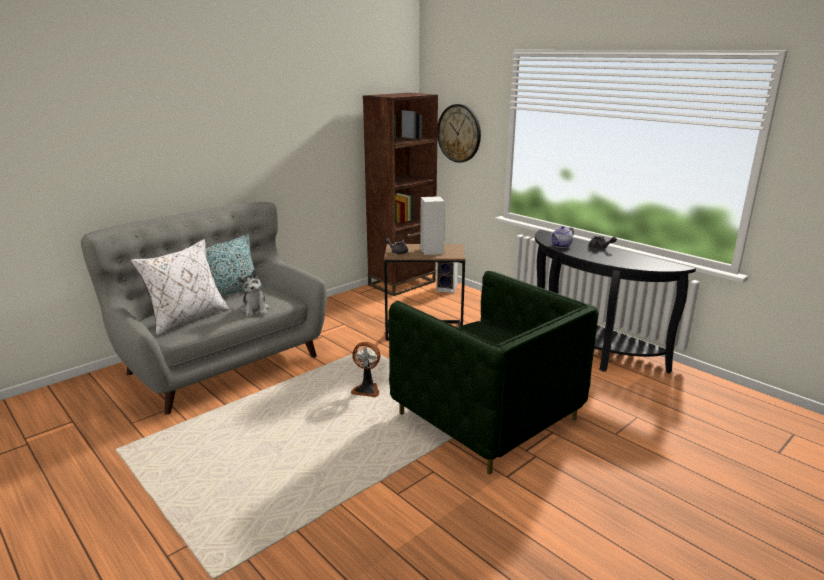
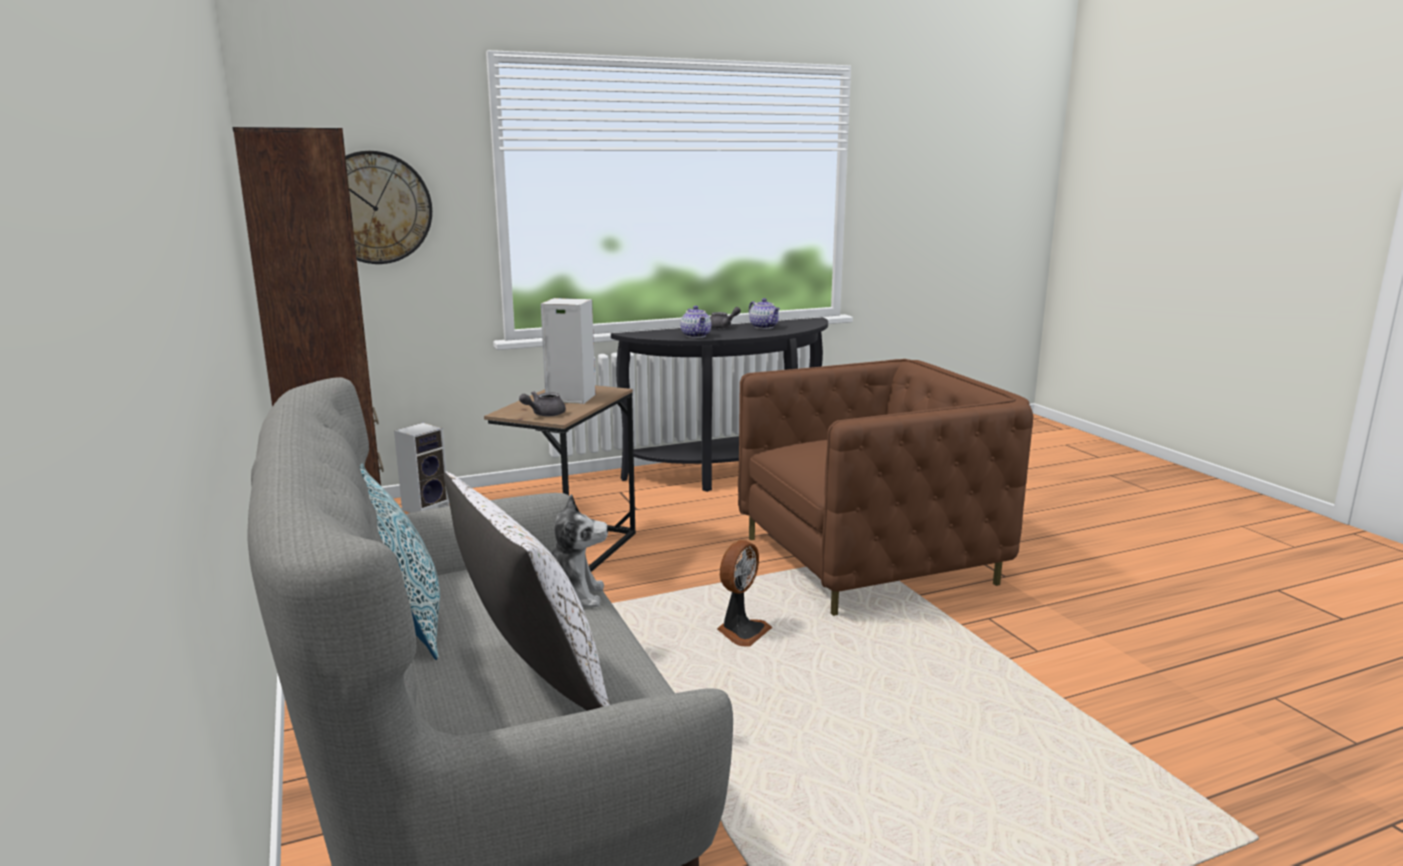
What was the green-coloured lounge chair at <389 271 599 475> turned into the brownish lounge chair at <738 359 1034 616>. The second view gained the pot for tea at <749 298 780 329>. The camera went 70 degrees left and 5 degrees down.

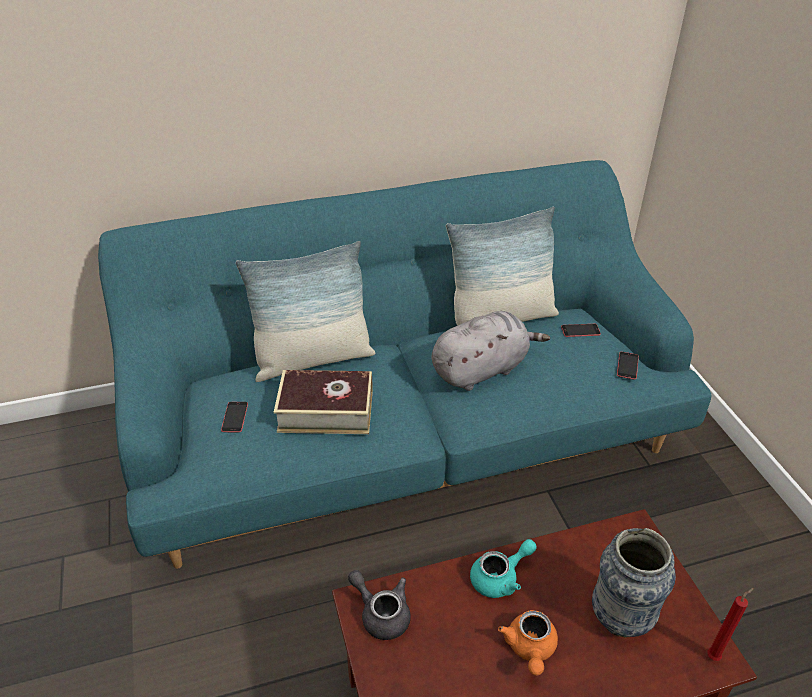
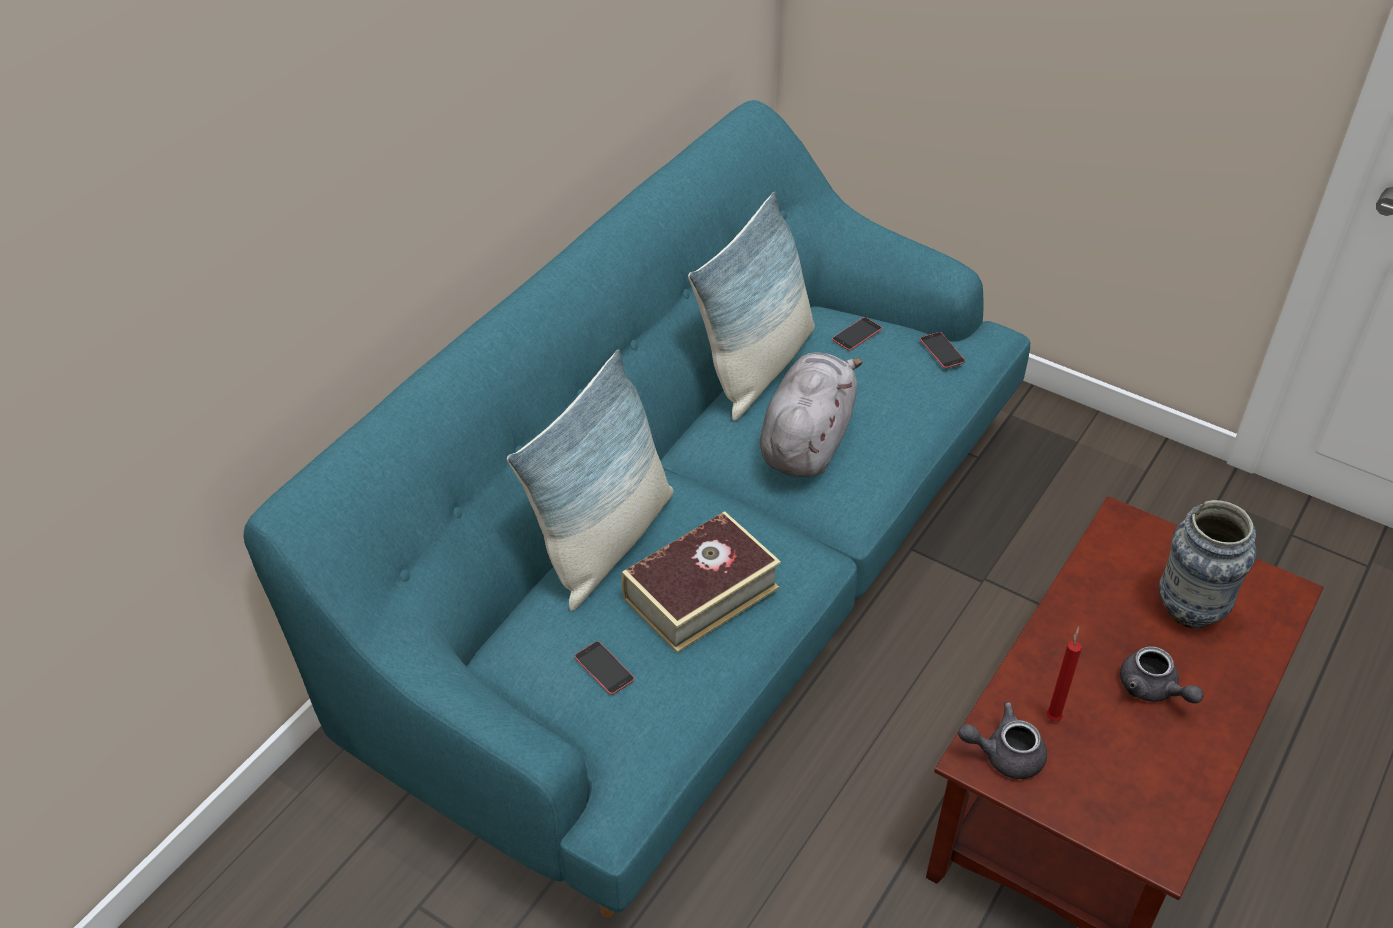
The second view lost the turquoise pot for tea at <470 539 537 598>. The reddish wax light ended up elsewhere, having gone from <707 588 754 661> to <1046 626 1082 721>. What was the orange-coloured pot for tea at <498 610 558 676> turned into the gray pot for tea at <1120 646 1204 703>. The camera went 40 degrees left and 5 degrees up.

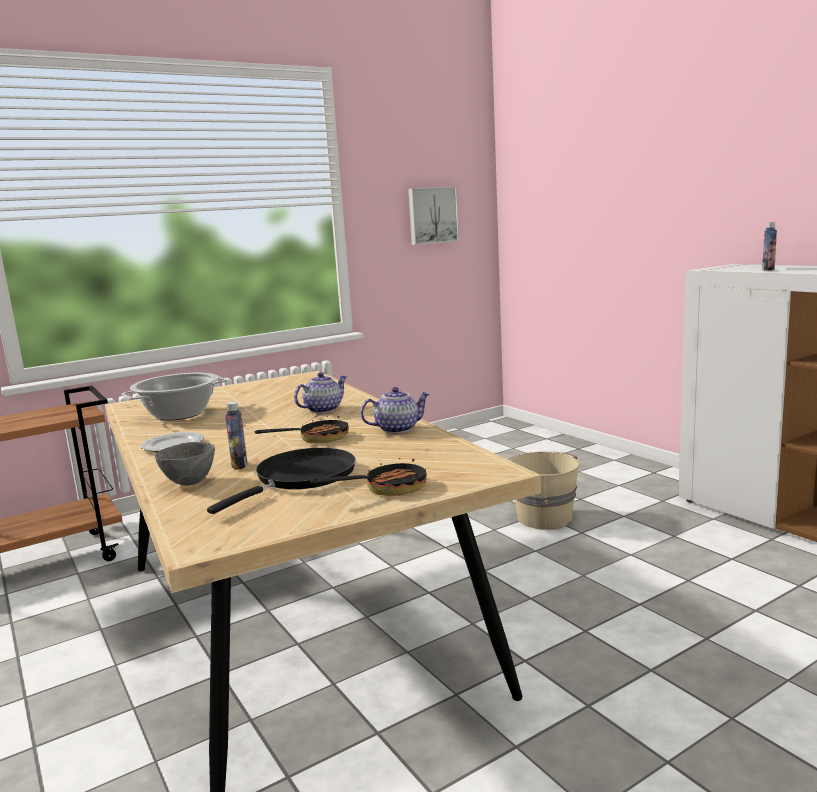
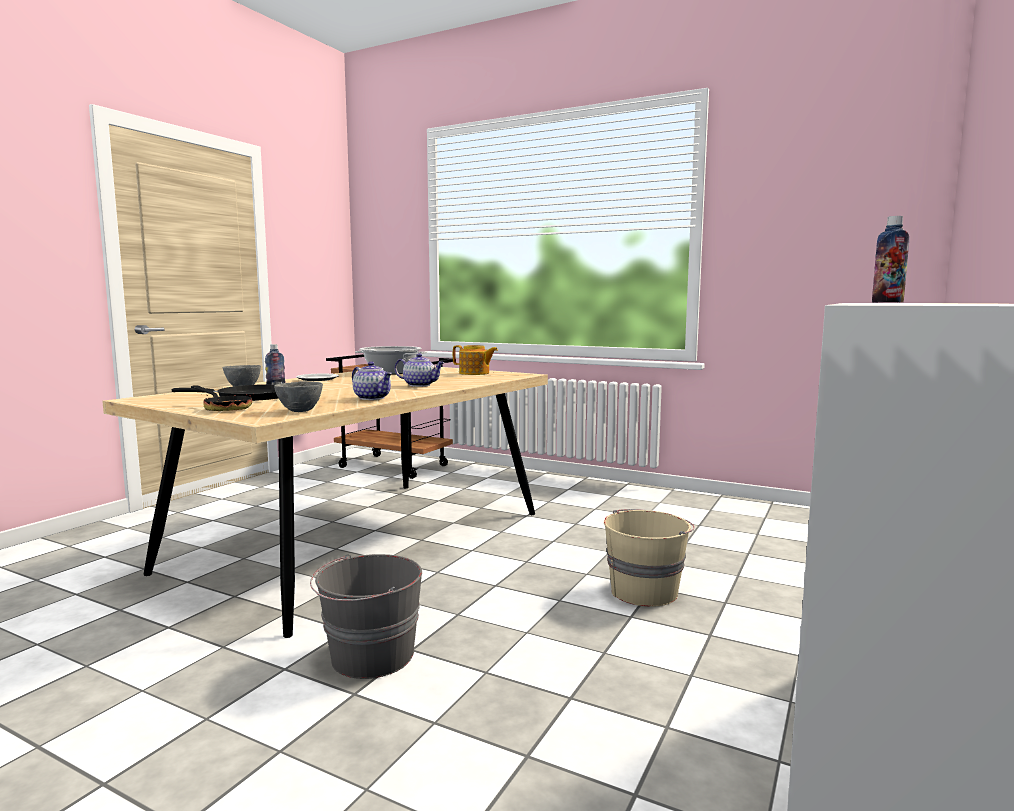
The second view lost the wall art at <408 186 459 245>. The second view lost the frying pan at <255 416 349 443>. The second view gained the pot for tea at <453 345 498 375>. The second view gained the gray deep dish at <274 381 323 412>. The second view gained the gray water bucket at <310 554 422 679>. The camera went 60 degrees right and 5 degrees down.

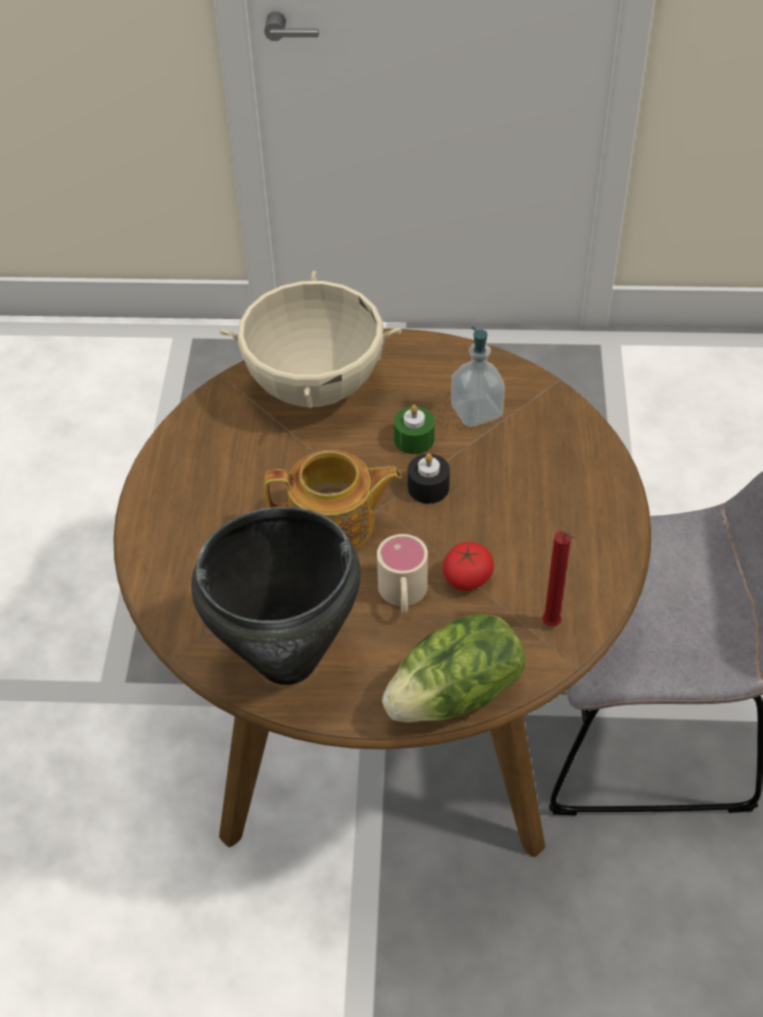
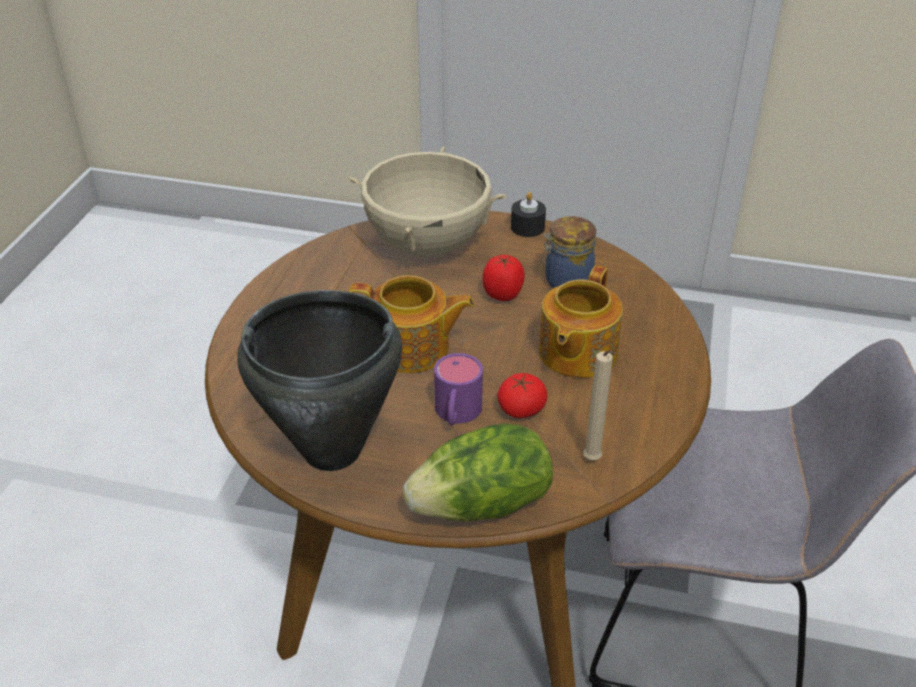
Where the liquid soap bottle stood at <451 327 505 427>, the preserve jar came to stand at <541 216 596 288>. Where the green-coloured wax light stood at <394 405 435 454>, the fresh tomato came to stand at <482 255 525 301>. The black wax light ended up elsewhere, having gone from <408 453 450 504> to <511 192 546 237>. What was the reddish wax light at <542 531 576 627> turned into the sand-coloured wax light at <583 350 616 460>. What was the sand-coloured coffee mug at <377 534 428 613> turned into the purplish coffee mug at <434 353 483 426>. The second view gained the pot for tea at <539 265 623 378>. The camera went 10 degrees right and 10 degrees down.

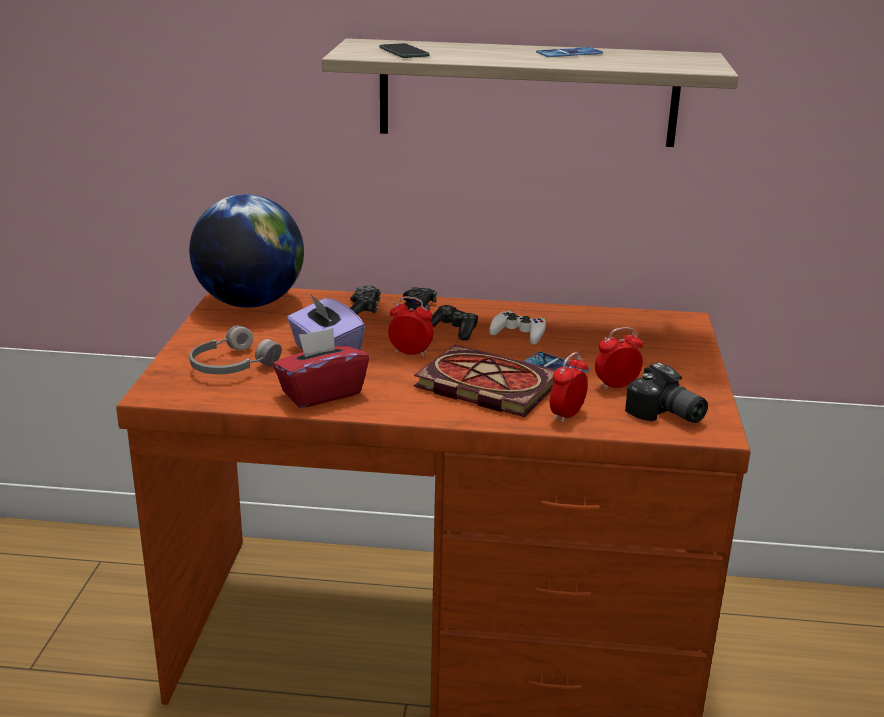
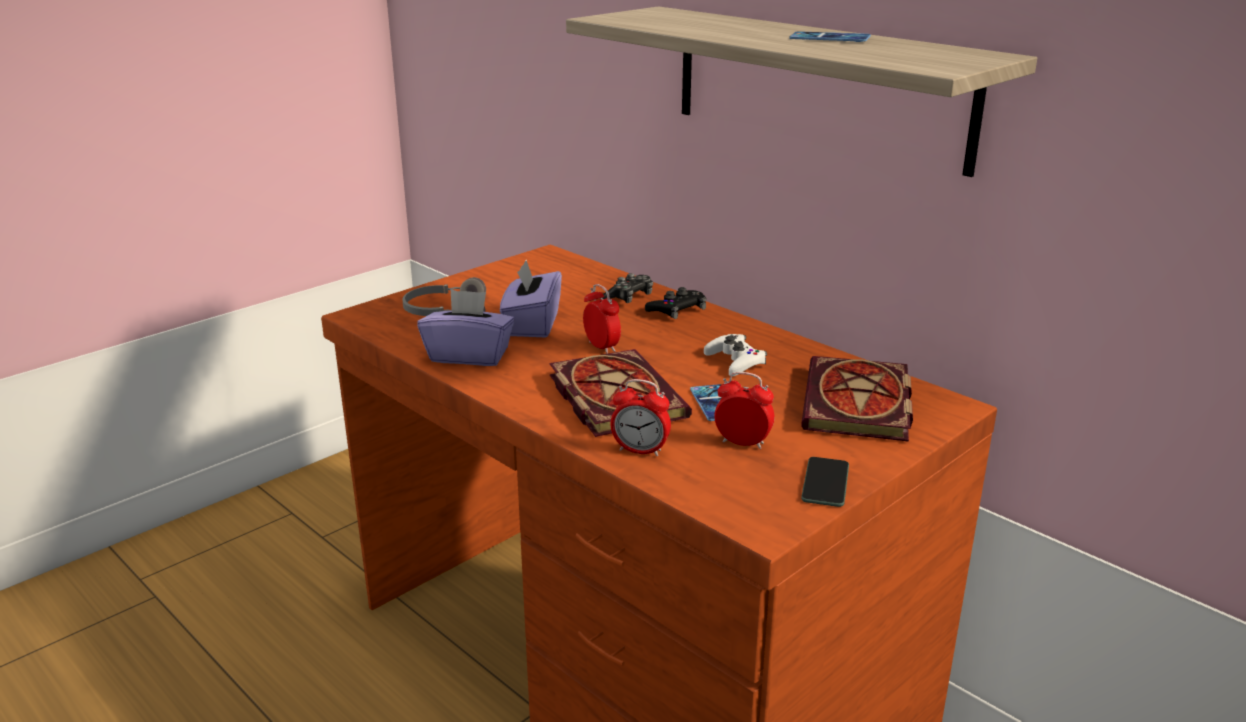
The phone ended up elsewhere, having gone from <379 43 430 58> to <801 457 849 507>. The second view lost the desk globe at <189 194 304 308>. The second view lost the gamepad at <431 305 478 341>. What was the reddish tissue box at <273 328 369 408> turned into the purplish tissue box at <417 289 515 366>. The bedside clock at <550 352 588 423> ended up facing another way, 150 degrees counterclockwise from before. The second view lost the still camera at <625 363 708 423>. The second view gained the bound book at <801 356 913 442>. The camera went 40 degrees right and 0 degrees up.

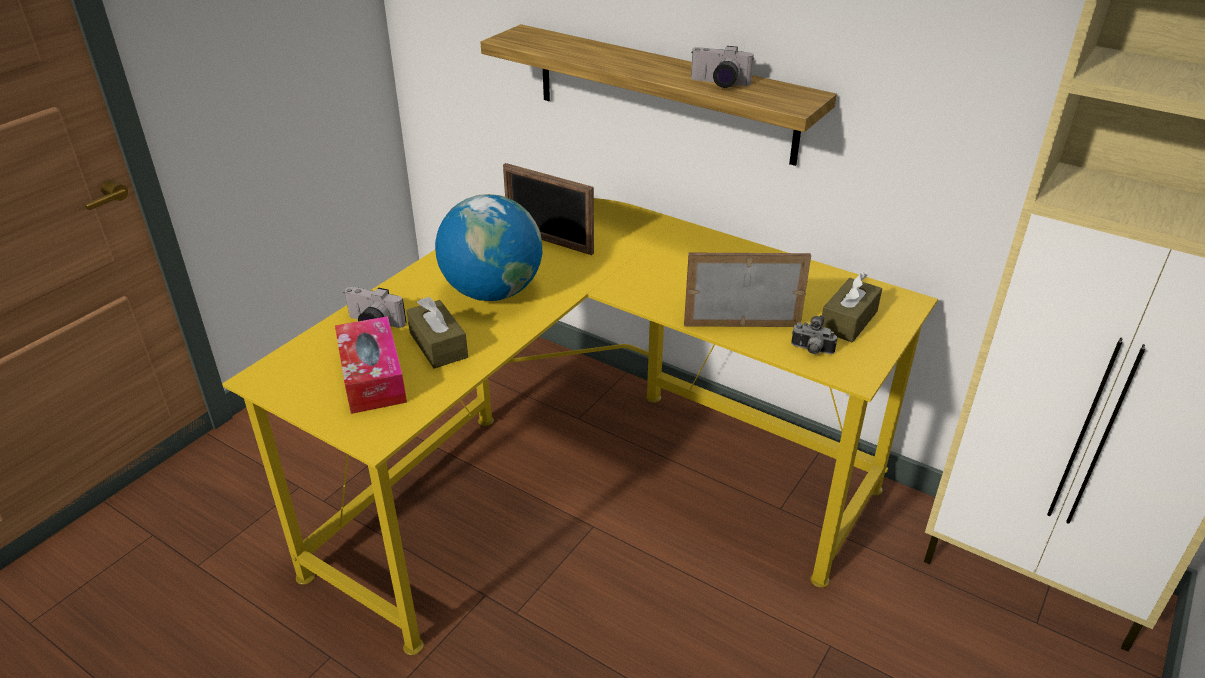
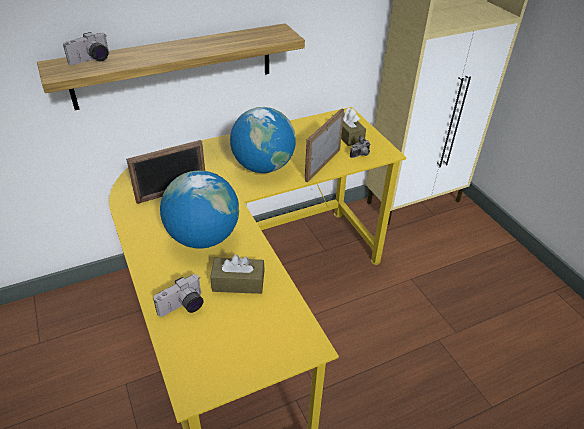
The still camera ended up elsewhere, having gone from <691 46 754 88> to <63 32 109 65>. The second view lost the tissue box at <335 316 407 414>. The second view gained the desk globe at <230 107 296 173>. The camera went 60 degrees left and 5 degrees up.

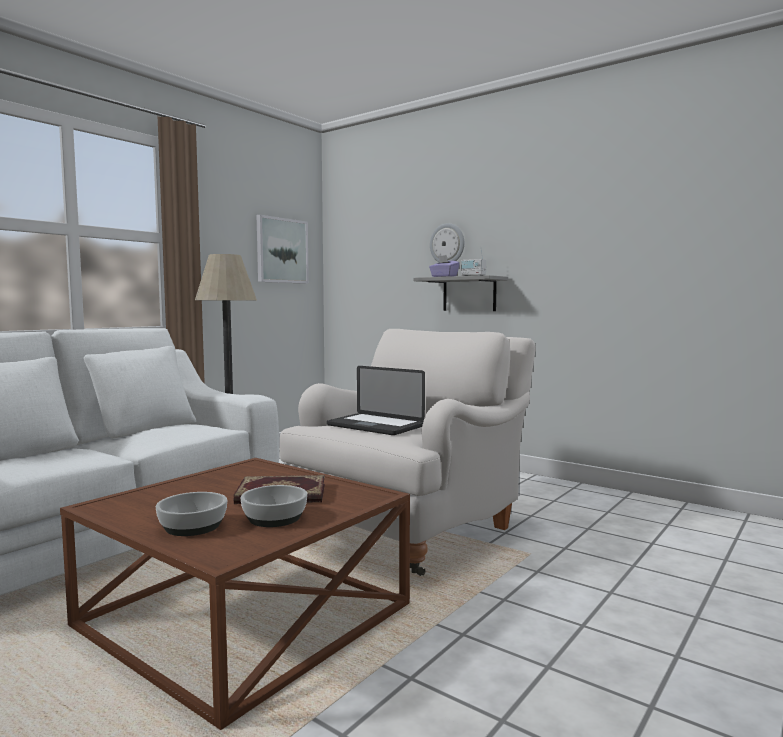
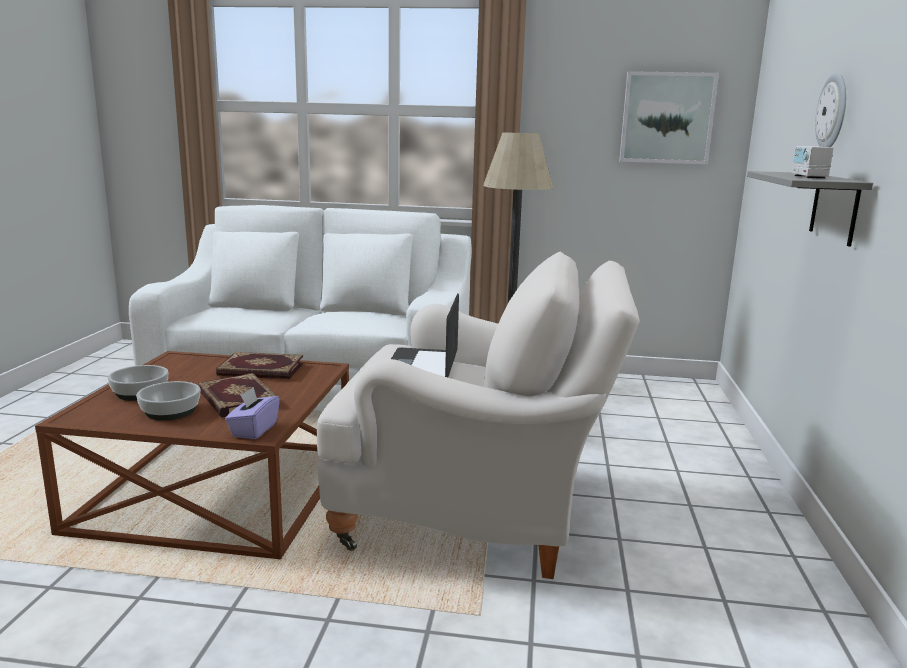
The purplish tissue box ended up elsewhere, having gone from <429 255 460 277> to <225 387 280 439>. The second view gained the bound book at <216 352 304 379>. The camera went 60 degrees right and 10 degrees up.

